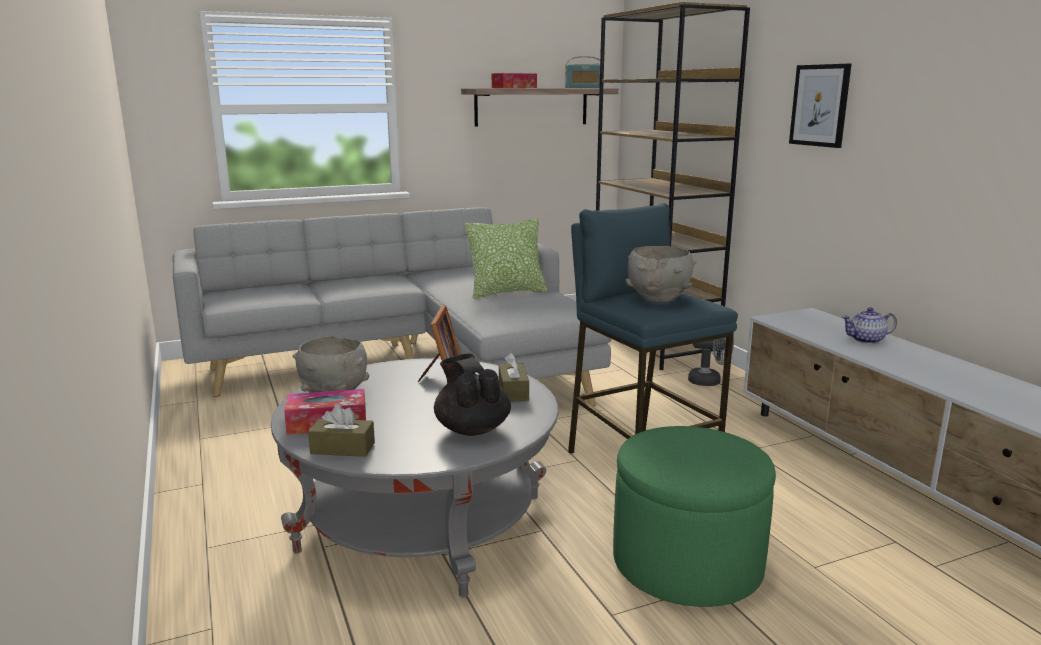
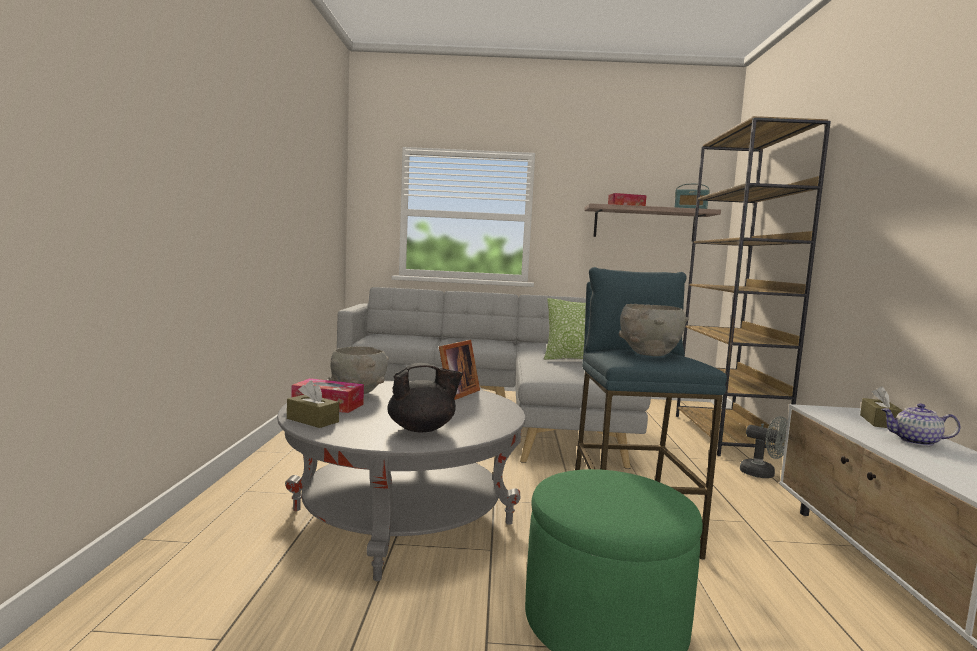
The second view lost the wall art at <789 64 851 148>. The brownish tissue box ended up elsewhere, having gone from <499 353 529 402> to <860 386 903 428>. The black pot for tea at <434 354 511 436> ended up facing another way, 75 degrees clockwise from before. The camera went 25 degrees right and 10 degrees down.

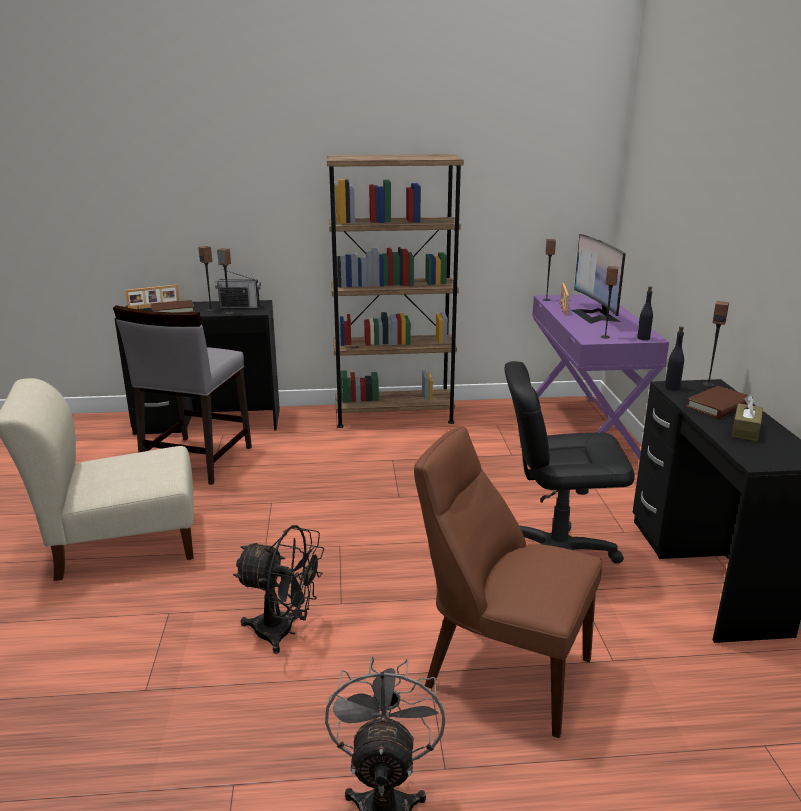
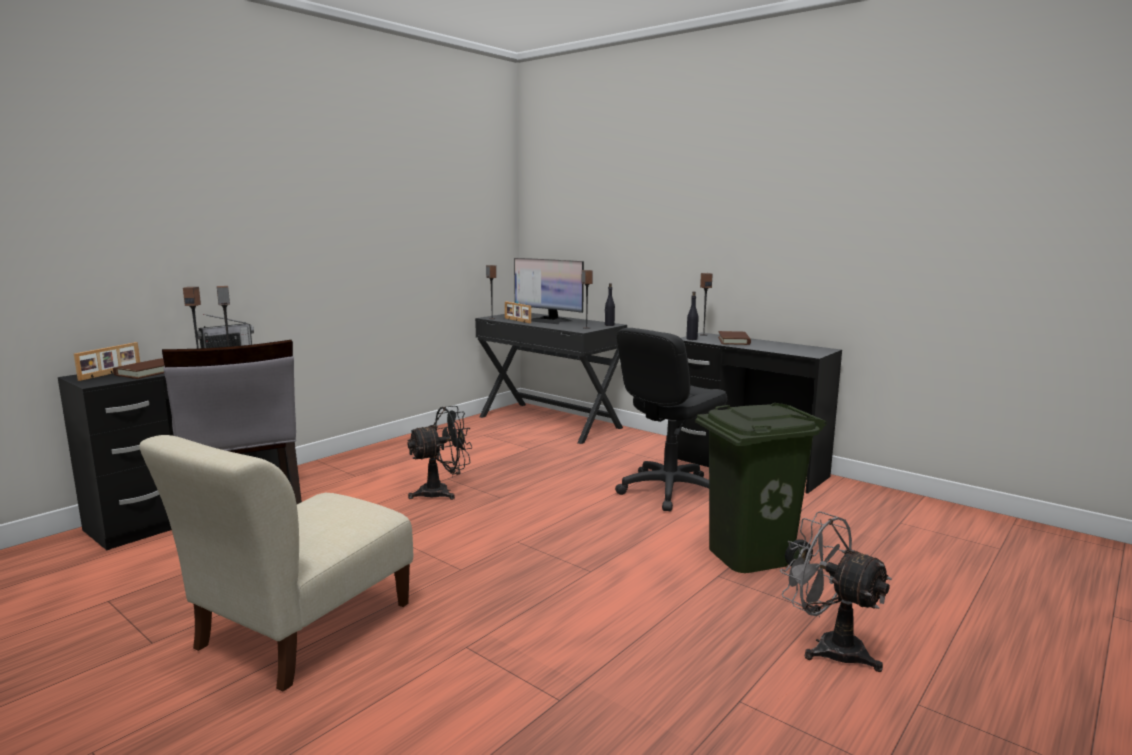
The second view lost the brownish bookcase at <327 154 464 428>. What was the purplish desk at <532 294 669 460> turned into the black desk at <475 313 627 444>. The second view lost the brownish tissue box at <731 395 763 441>. Where the brownish chair stood at <414 427 602 738>, the green-coloured trash can came to stand at <695 403 827 573>. The black cooling fan ended up elsewhere, having gone from <233 525 324 654> to <407 406 473 500>. The camera went 45 degrees left and 10 degrees down.

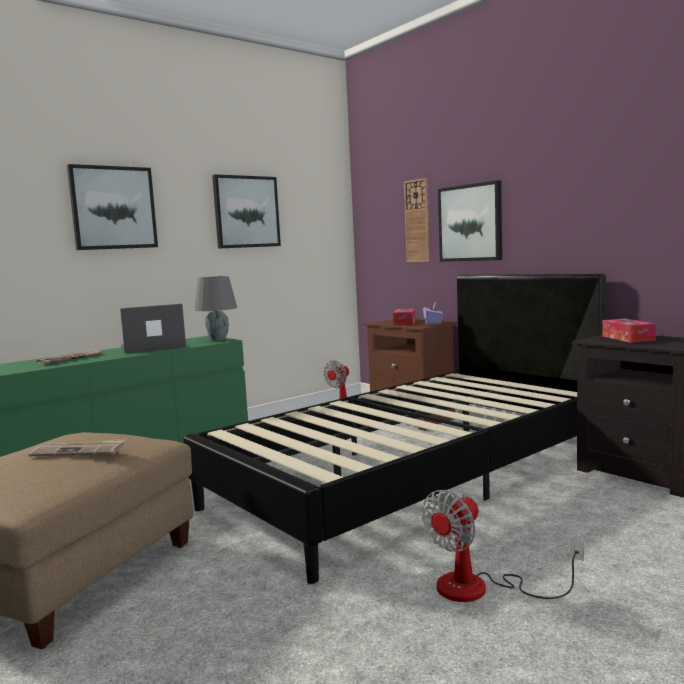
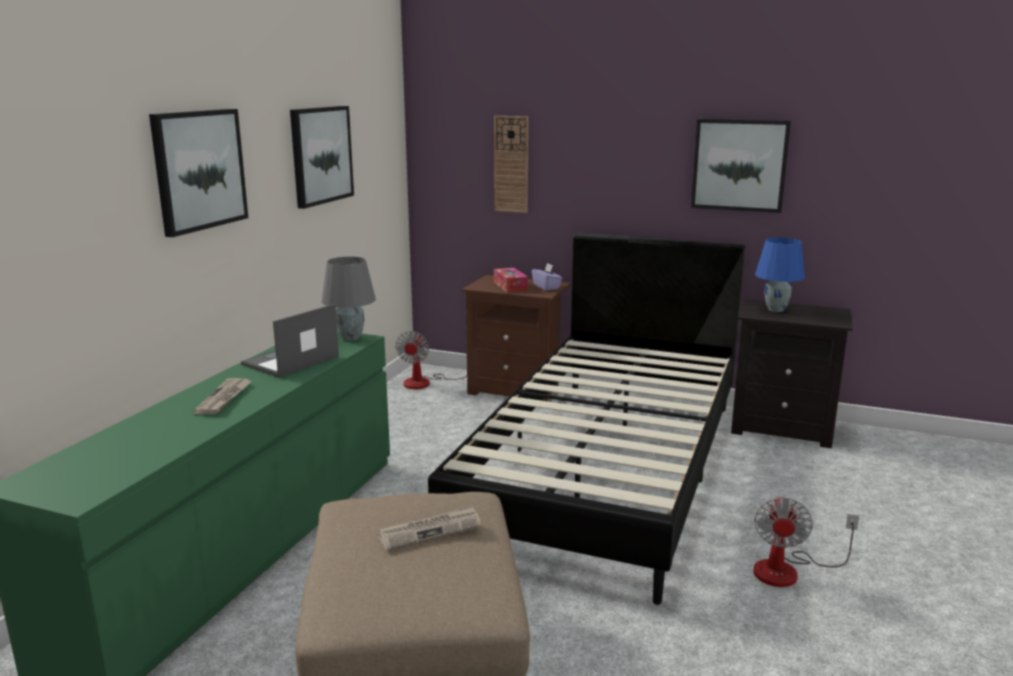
The wall art ended up elsewhere, having gone from <438 180 502 262> to <691 119 791 213>. Where the tissue box stood at <602 319 656 343>, the bluish lamp for a table came to stand at <755 237 805 312>. The camera went 30 degrees left and 10 degrees up.

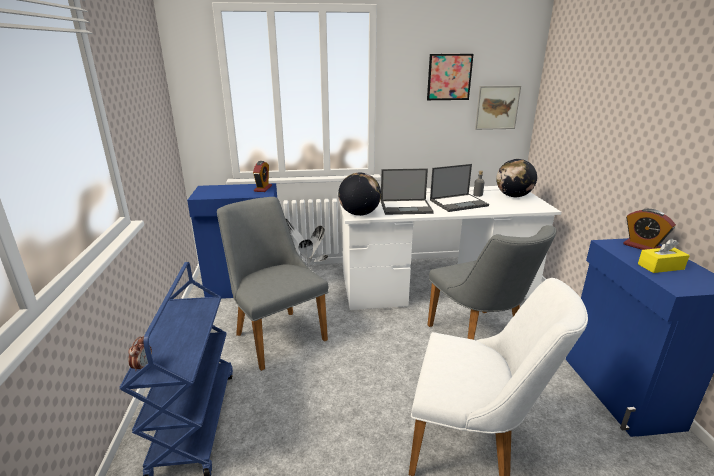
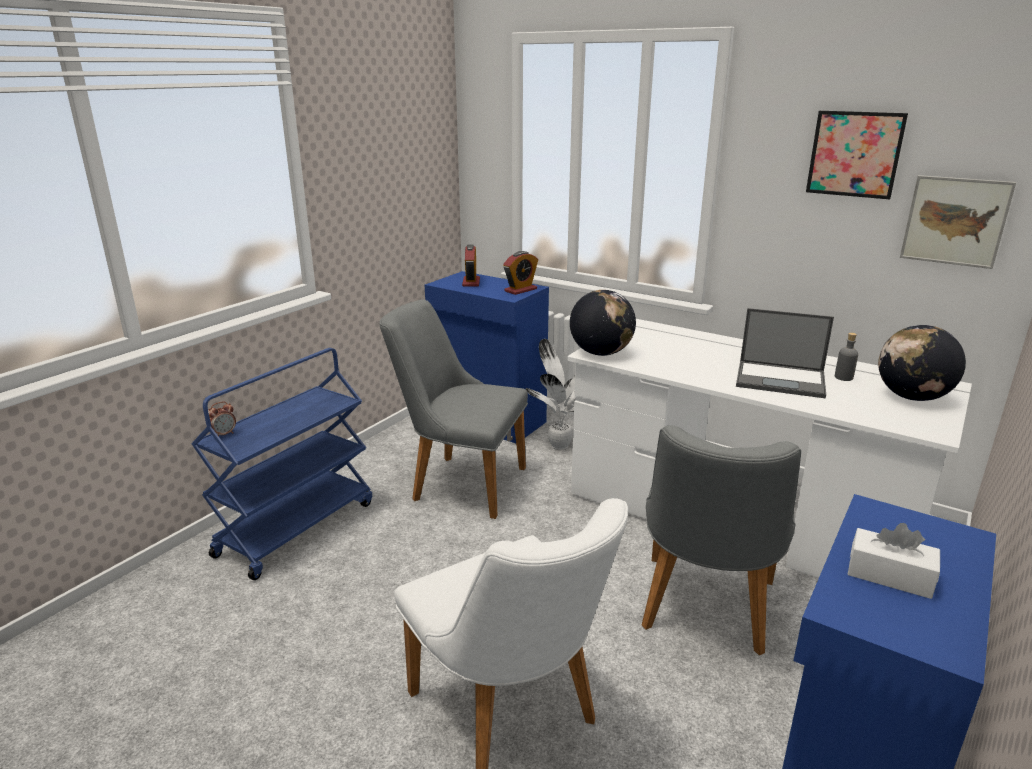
The second view lost the laptop at <381 168 434 215>. The gray chair at <217 197 328 371> ended up facing another way, 75 degrees counterclockwise from before. The bedside clock ended up elsewhere, having gone from <623 209 676 250> to <462 245 480 287>. What was the yellow-coloured tissue box at <638 238 690 273> turned into the white tissue box at <848 523 940 599>. The camera went 40 degrees right and 0 degrees up.

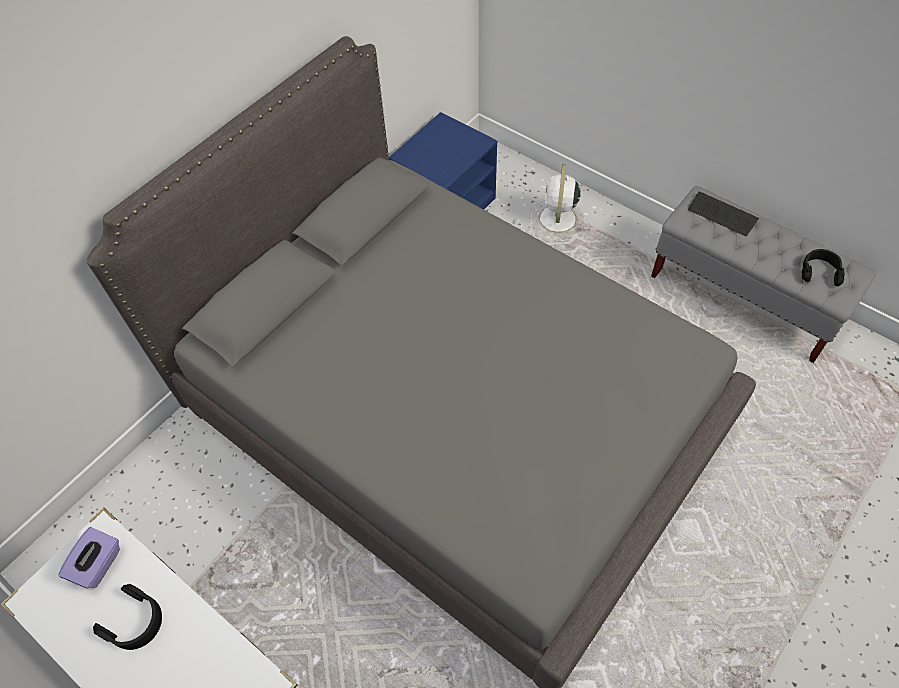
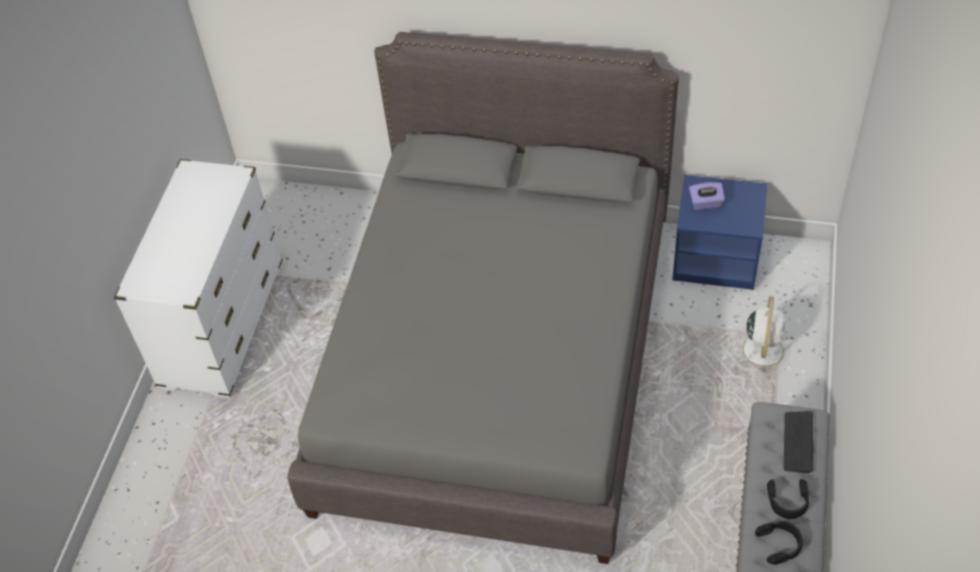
The white cooling fan at <531 164 586 241> ended up facing another way, 120 degrees clockwise from before. The purplish tissue box ended up elsewhere, having gone from <58 527 120 588> to <689 182 725 210>. The black headphones ended up elsewhere, having gone from <93 584 162 650> to <767 479 809 519>. The camera went 65 degrees right and 5 degrees down.

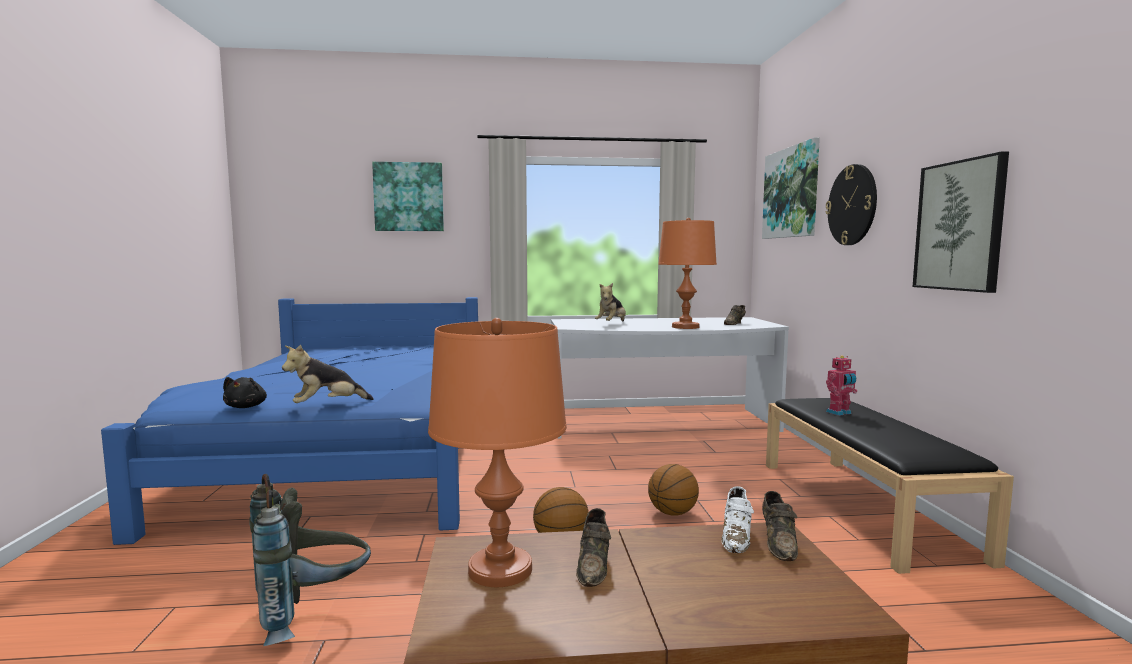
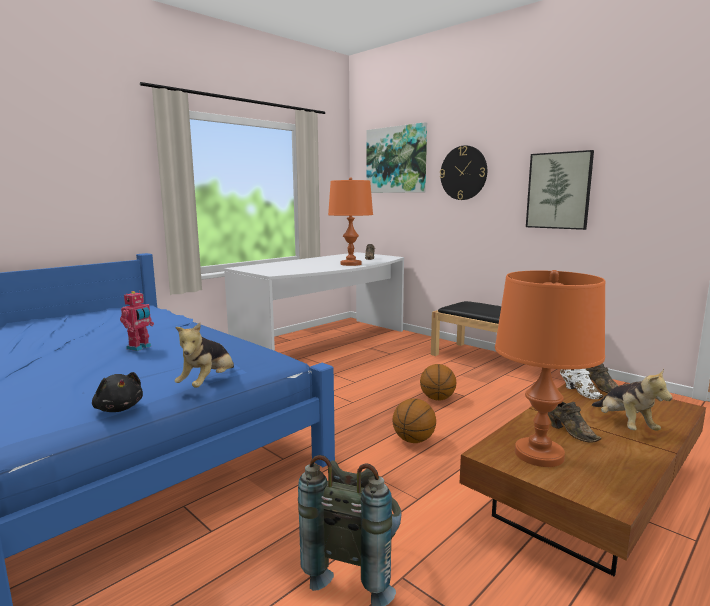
The second view lost the wall art at <372 162 444 231>. The cuddly toy ended up elsewhere, having gone from <595 283 626 321> to <592 369 673 431>. The toy robot ended up elsewhere, having gone from <826 355 857 416> to <120 291 154 351>. The camera went 40 degrees left and 5 degrees up.

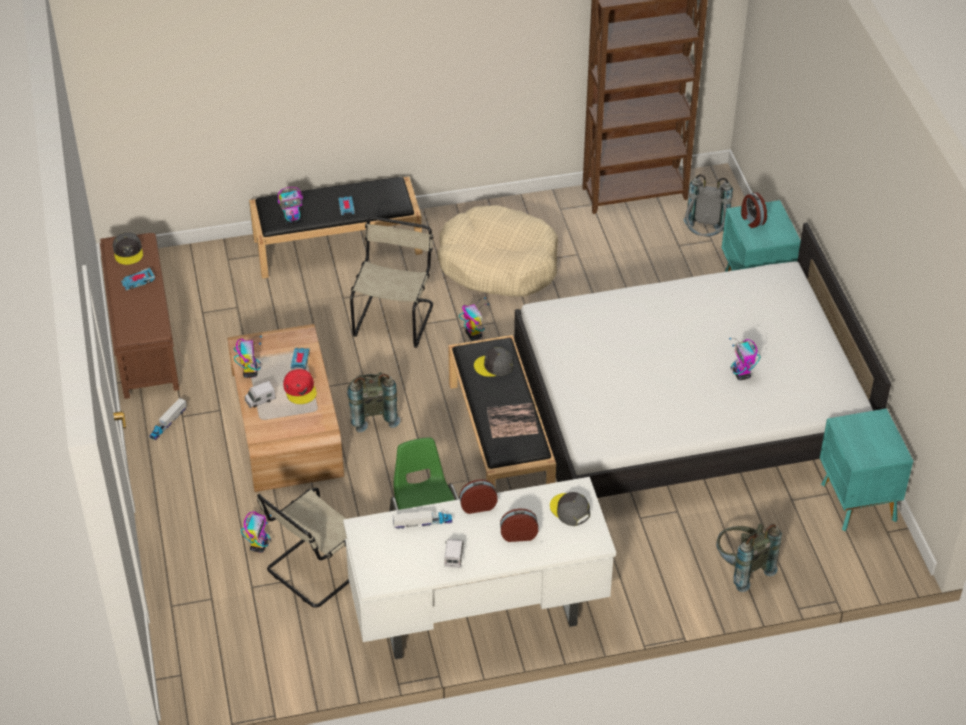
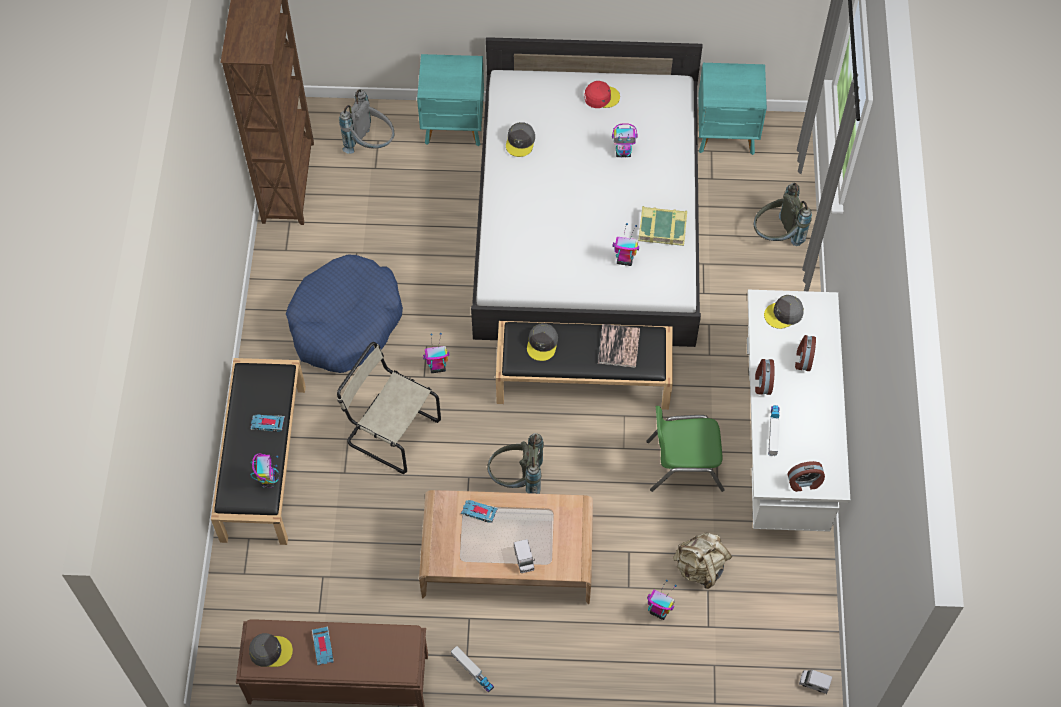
The bedside clock ended up elsewhere, having gone from <741 192 767 228> to <788 461 825 492>. What was the sand-coloured dog bed at <437 205 558 297> turned into the bluish dog bed at <286 255 403 373>. The toy robot ended up elsewhere, having gone from <234 336 262 378> to <613 223 639 266>. The reddish peaked cap ended up elsewhere, having gone from <283 369 317 404> to <584 81 620 108>. Where the sand-coloured chair stood at <257 487 349 608>, the sand-coloured rucksack came to stand at <673 533 732 589>. The toy truck ended up elsewhere, having gone from <445 539 464 568> to <799 670 832 694>. The second view gained the gray peaked cap at <506 122 535 157>. The second view gained the bound book at <638 206 687 246>. The camera went 75 degrees left and 15 degrees up.

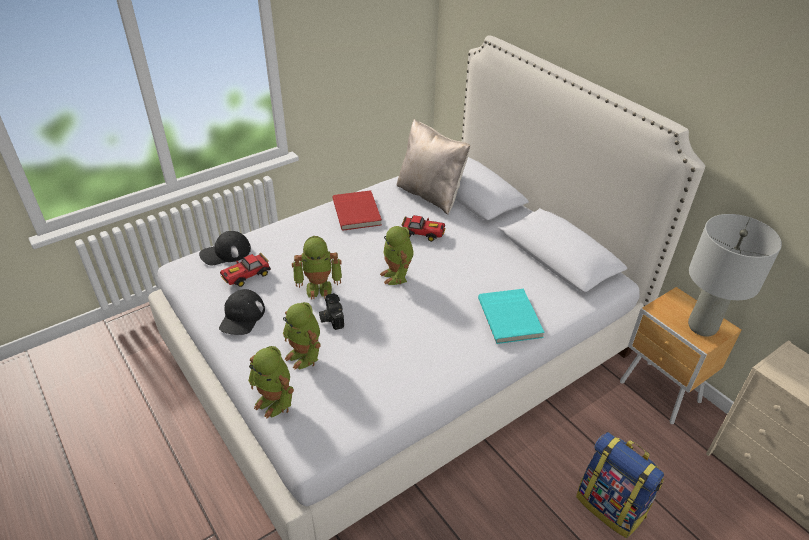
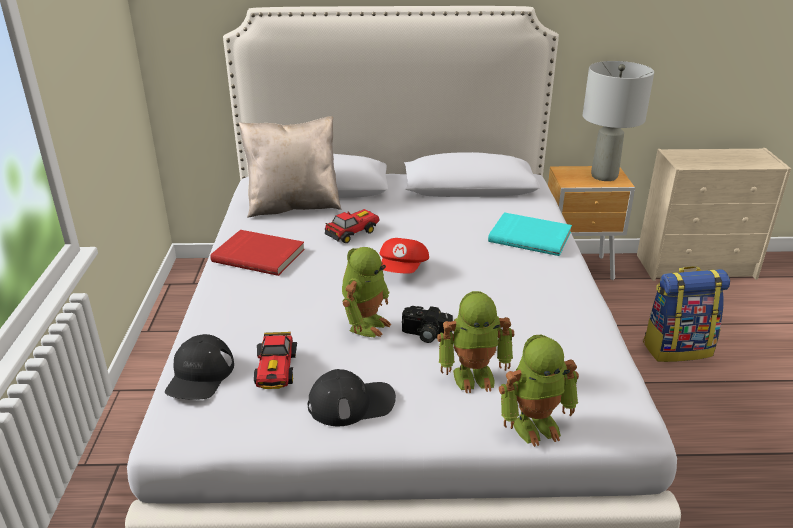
Where the toy robot stood at <380 226 413 285>, the reddish peaked cap came to stand at <380 238 429 273>. The black peaked cap at <219 289 265 335> ended up facing another way, 60 degrees counterclockwise from before. The camera went 55 degrees left and 10 degrees down.

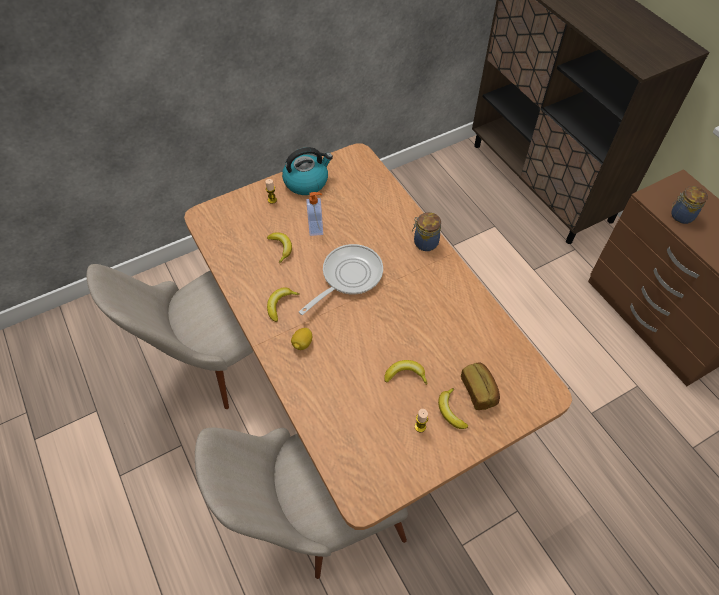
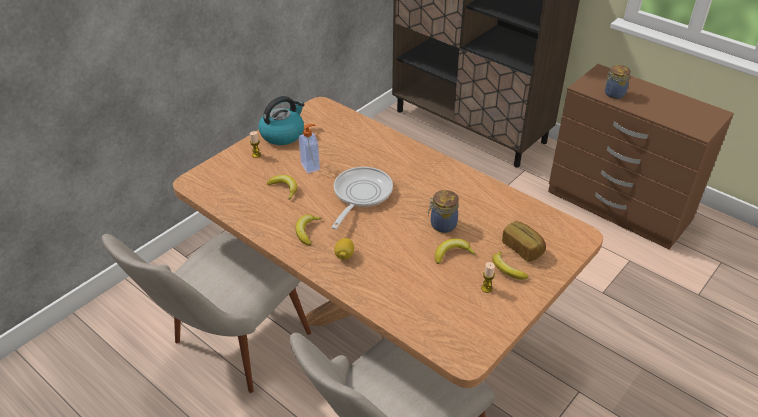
The preserve jar ended up elsewhere, having gone from <412 212 441 251> to <428 190 459 233>. The camera went 20 degrees left and 15 degrees down.

